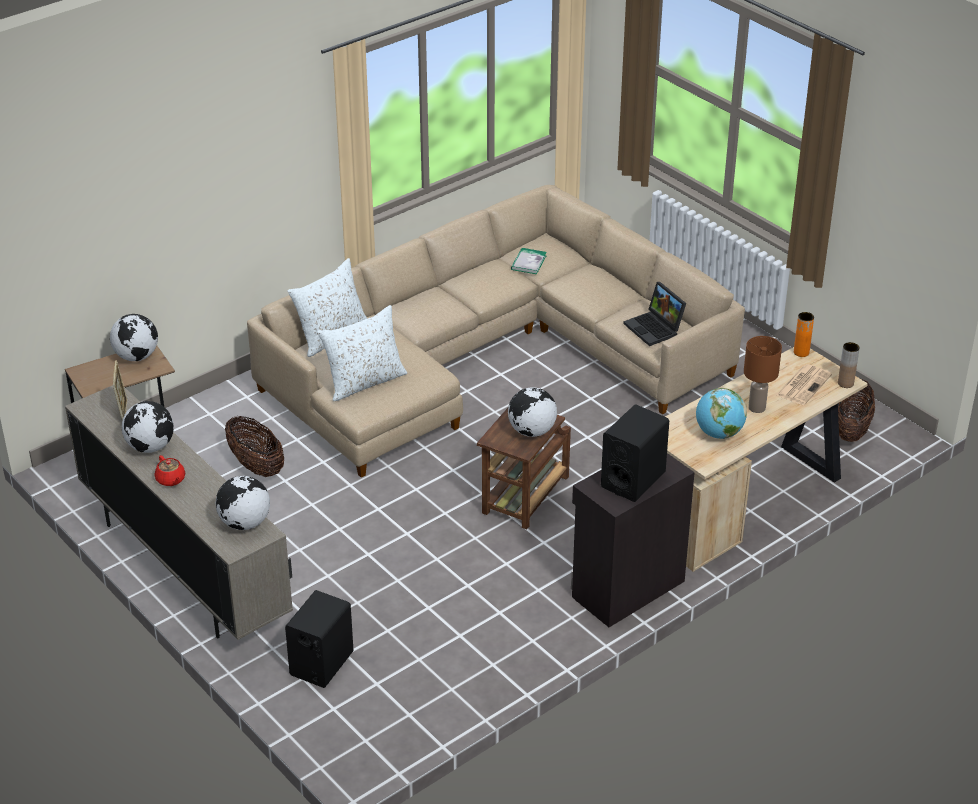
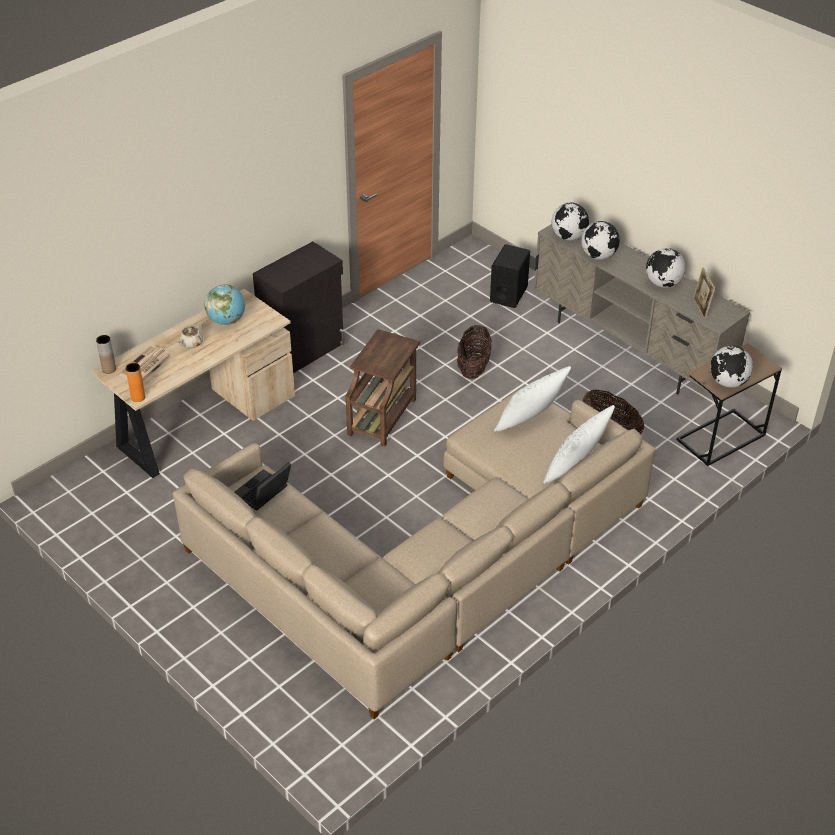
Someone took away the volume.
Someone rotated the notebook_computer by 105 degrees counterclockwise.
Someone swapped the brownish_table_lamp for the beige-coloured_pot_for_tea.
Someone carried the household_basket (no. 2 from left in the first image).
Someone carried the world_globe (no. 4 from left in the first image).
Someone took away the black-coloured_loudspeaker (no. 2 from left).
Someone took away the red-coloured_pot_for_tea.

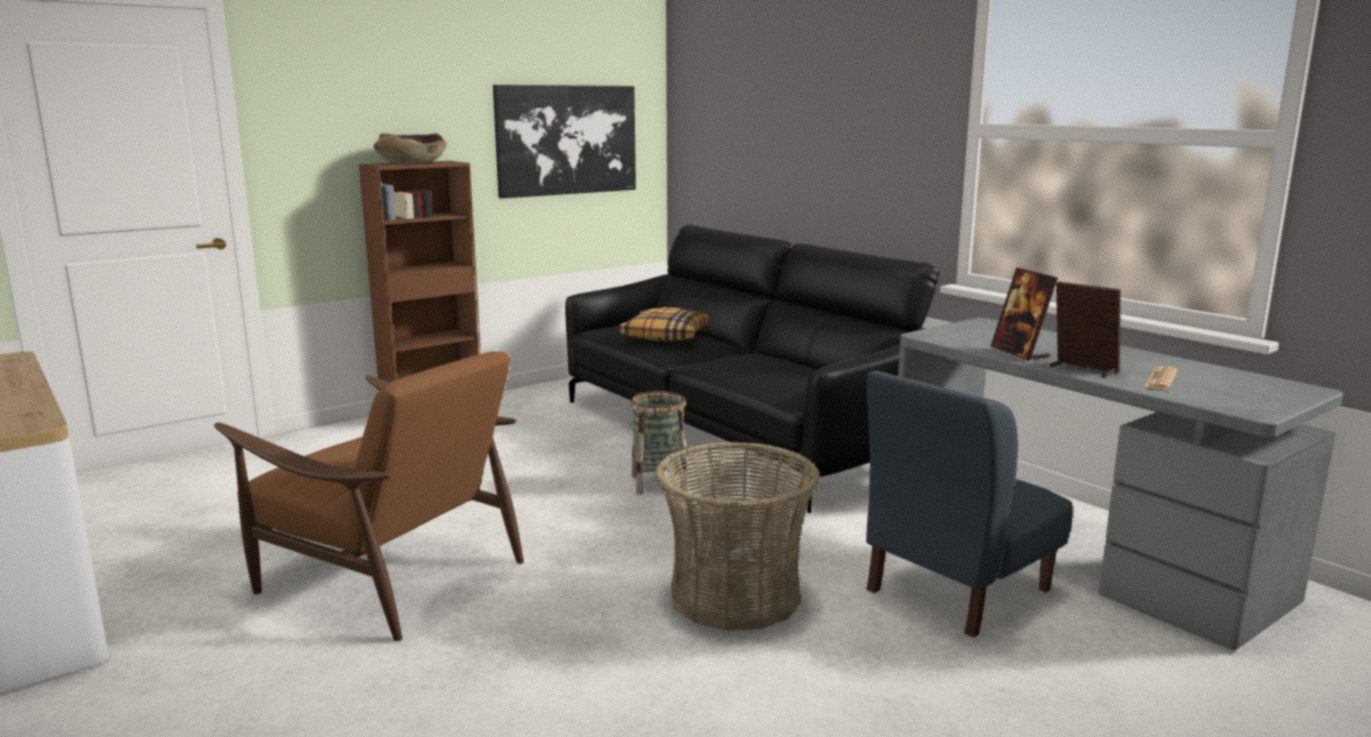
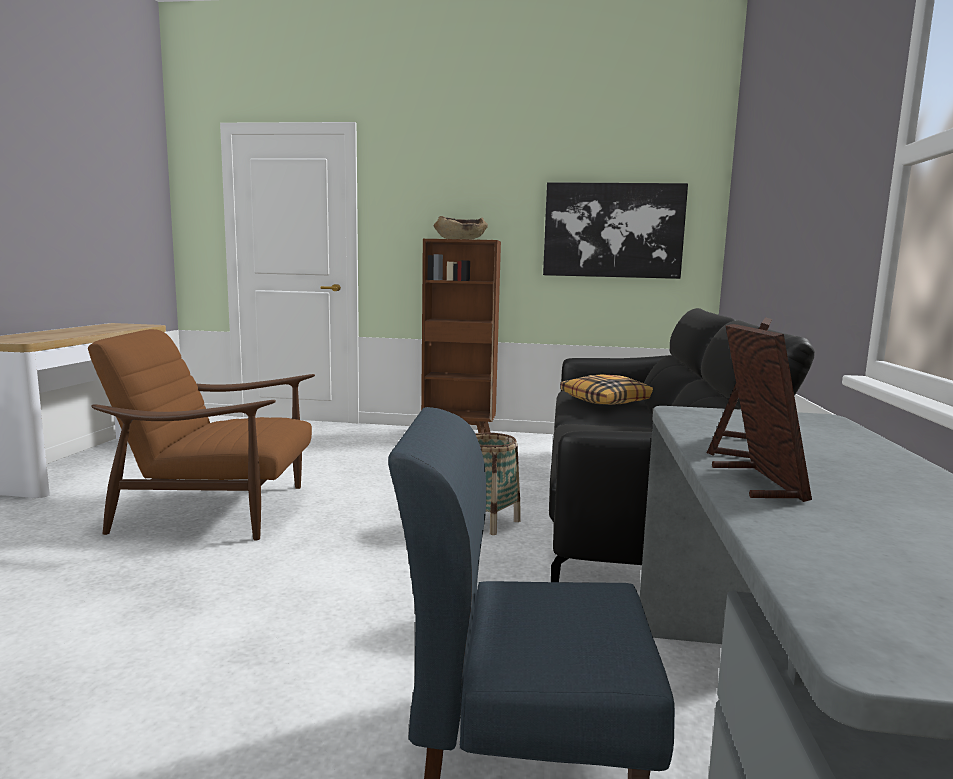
Someone rotated the brownish_easy_chair by 105 degrees clockwise.
Someone took away the printed_paper.
Someone took away the household_basket (no. 2 from left).

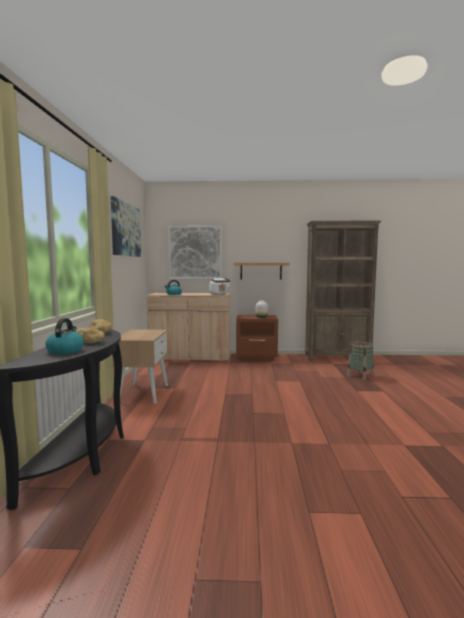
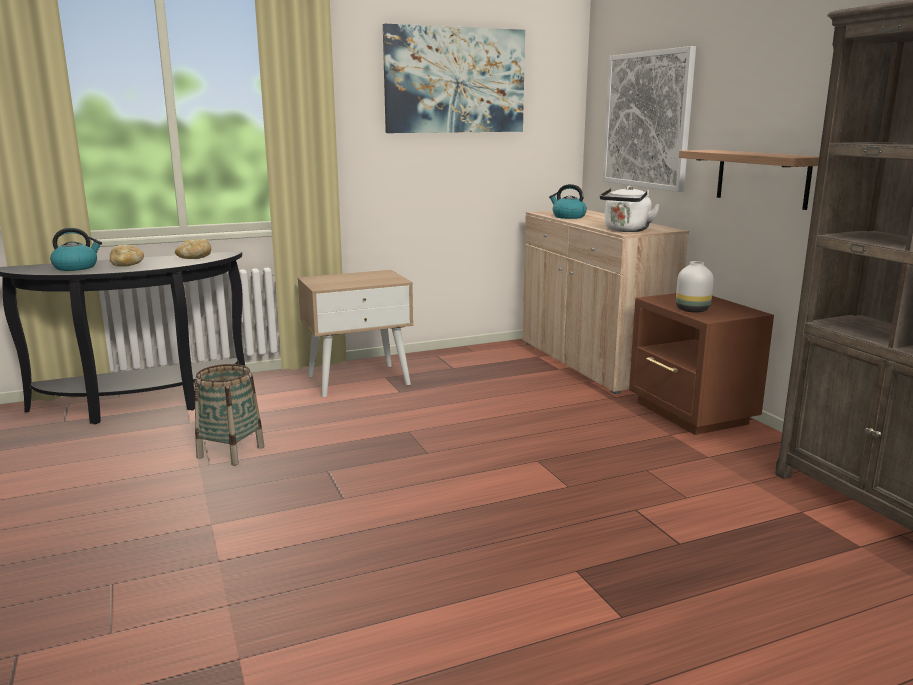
Someone carried the household_basket.

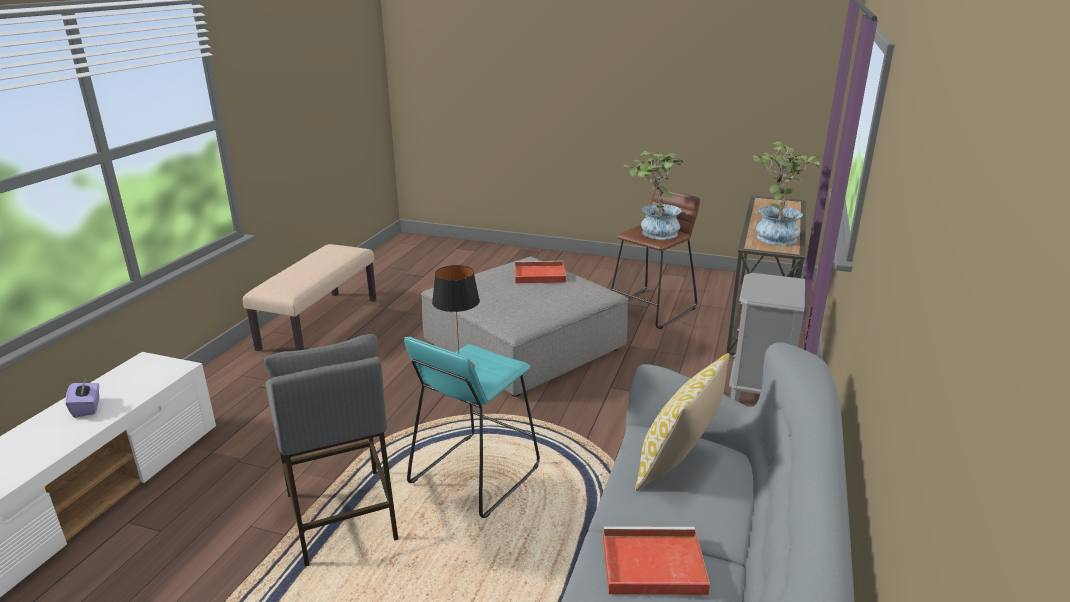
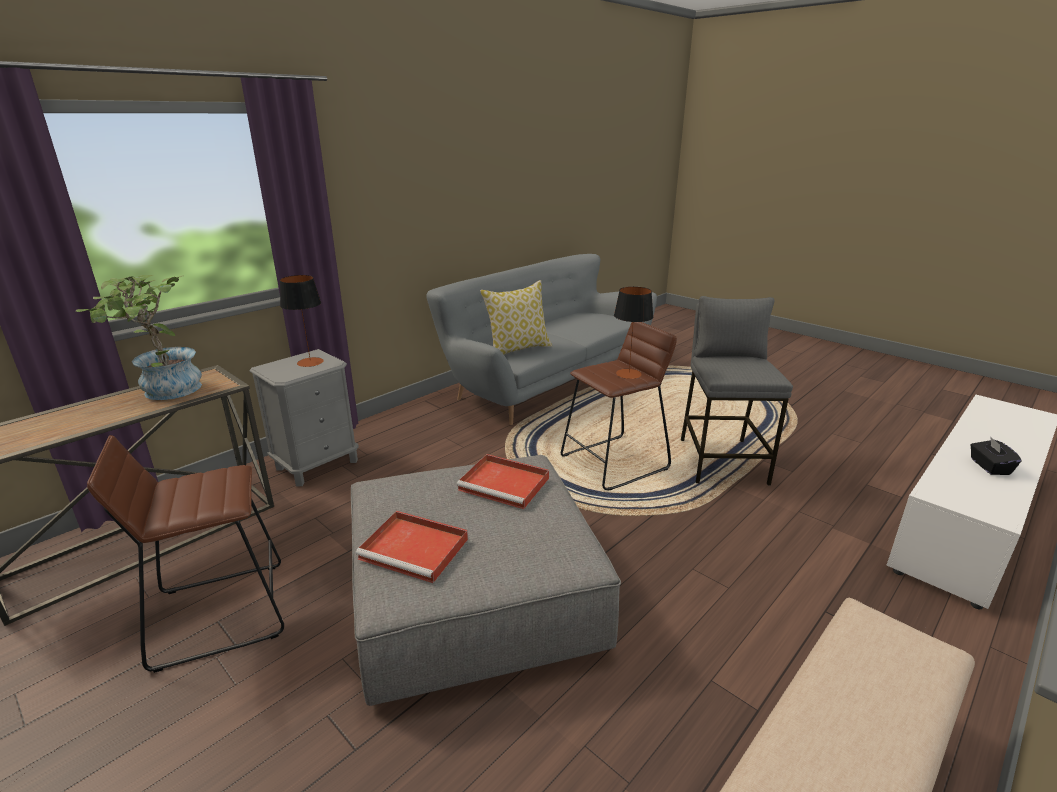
Someone took away the plant_in_a_pot (no. 1 from left).
Someone repainted the turquoise-coloured_stool_seat, which became the brownish_stool_seat (no. 2 from left).
Someone repainted the purple-coloured_tissue_holder, which became the black-coloured_tissue_holder.
Someone carried the red-coloured_carrying_tray (no. 2 from left).
Someone put down the table_lamp (no. 1 from left).

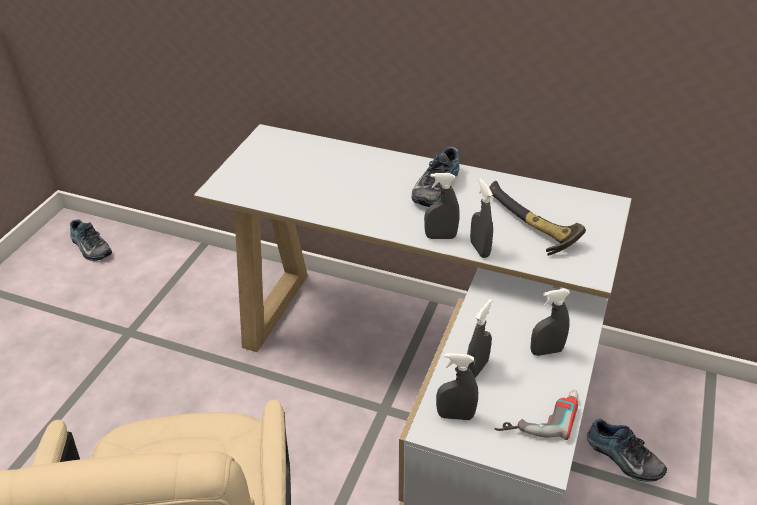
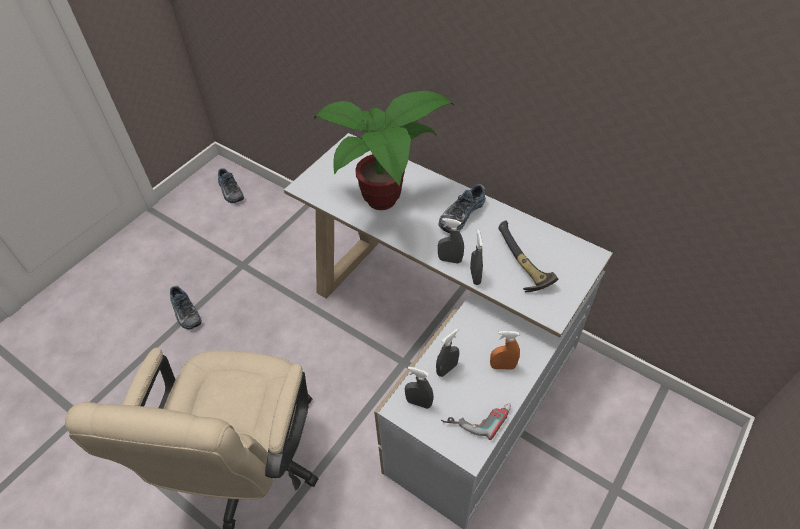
Someone repainted the greyish_hand_sprayer (no. 5 from left), which became the orange-coloured_hand_sprayer.
Someone carried the shoe (no. 3 from left in the first image).
Someone put down the plant_in_a_pot.

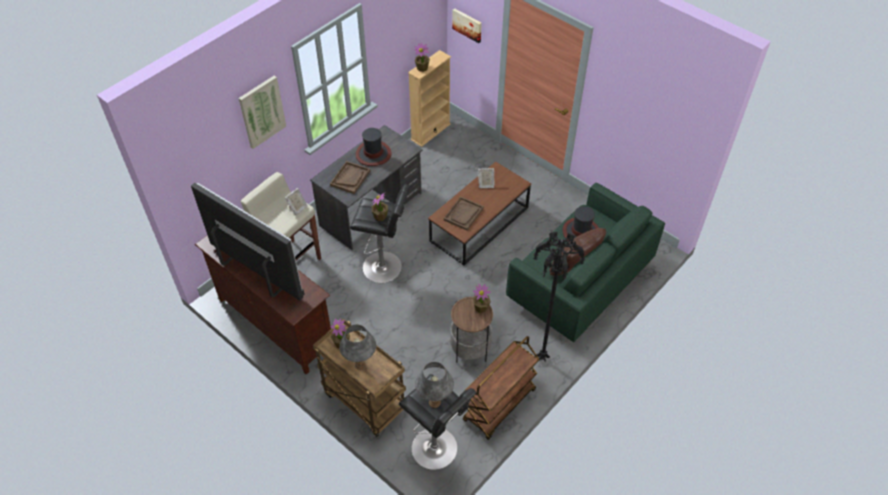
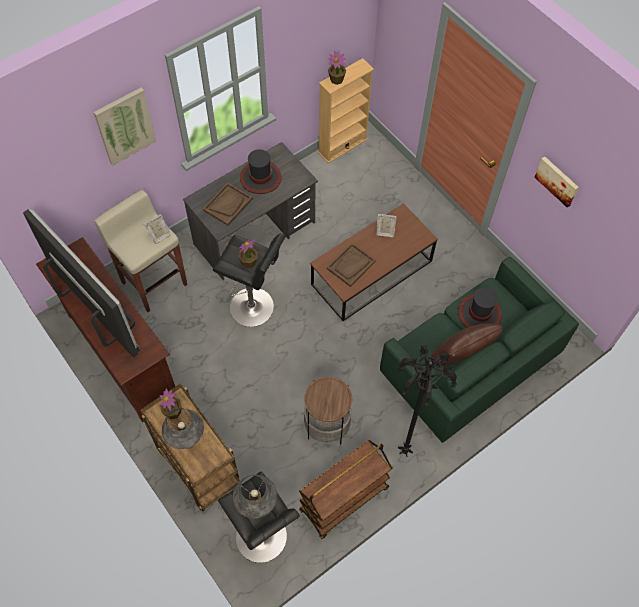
Someone carried the picture (no. 2 from left).
Someone took away the plant_in_a_pot (no. 4 from left).

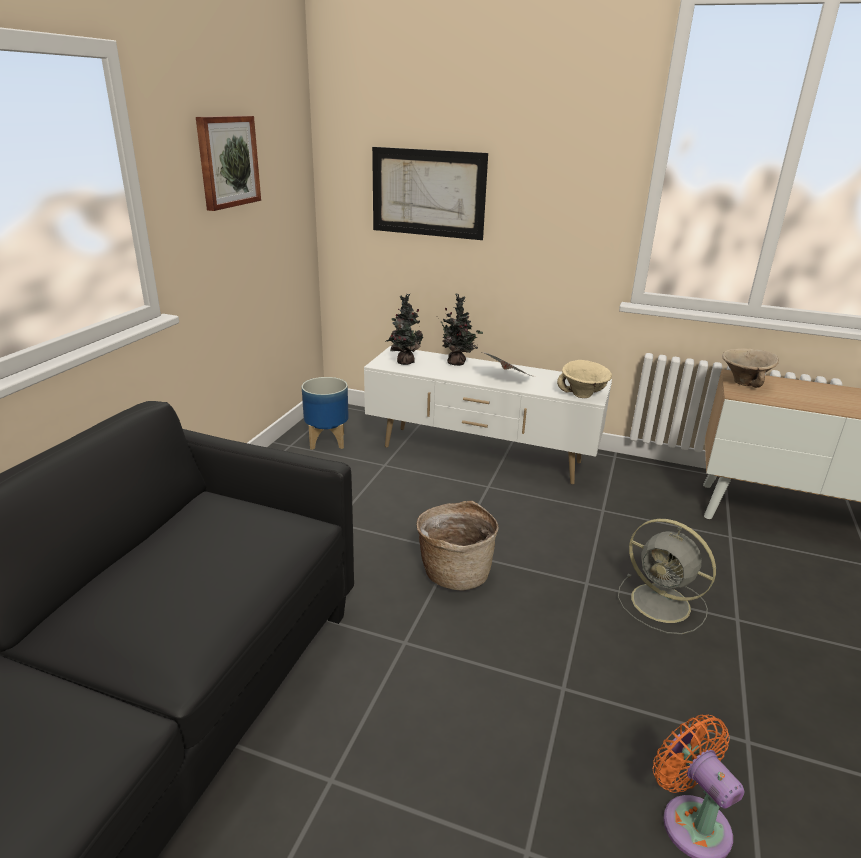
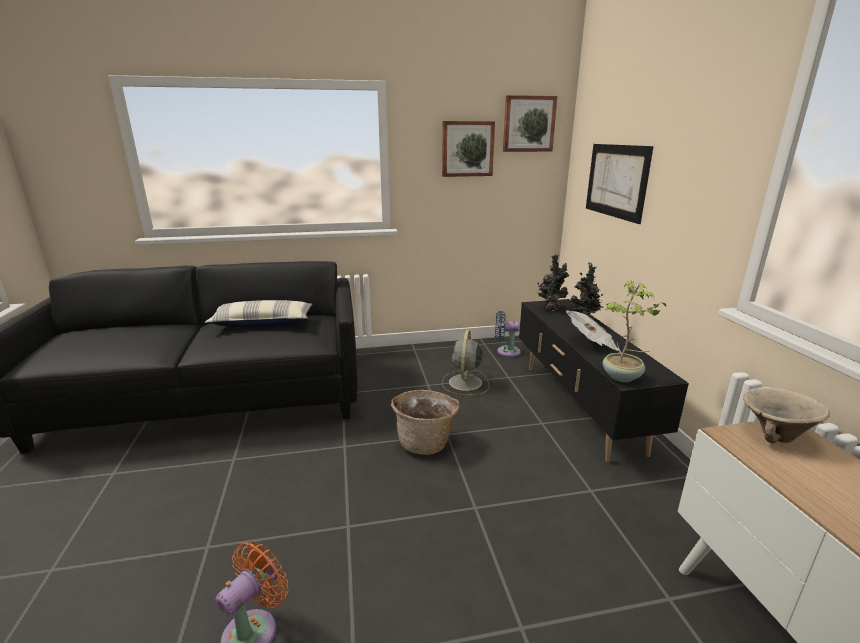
Someone repainted the white_media_console, which became the black-coloured_media_console.
Someone swapped the beige-coloured_bowl (no. 1 from left) for the plant_in_a_pot (no. 3 from left).
Someone swapped the planter for the bluish_fan.
Someone carried the greyish_fan.
Someone put up the picture (no. 2 from left).
Someone put down the throw_pillow.

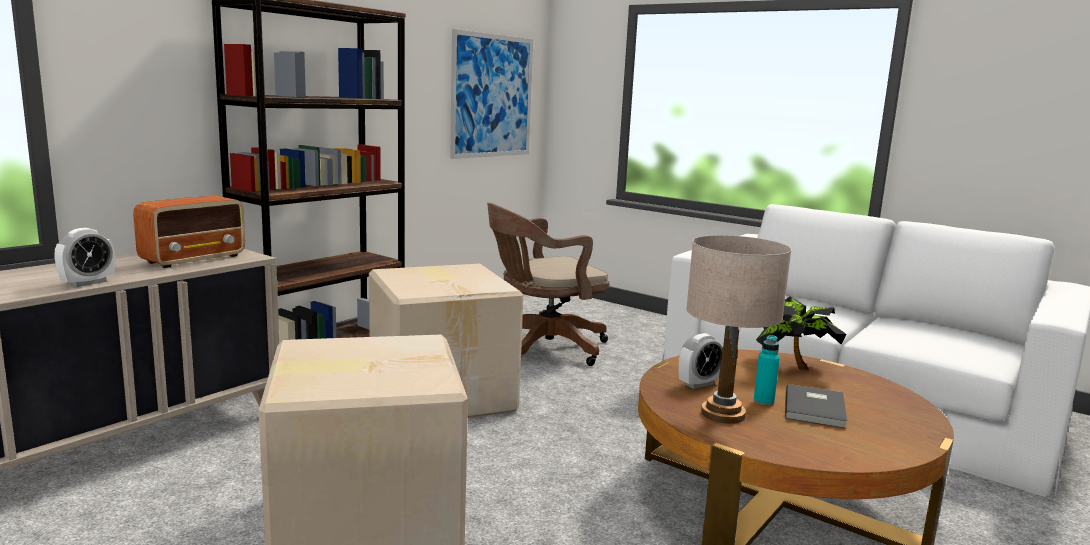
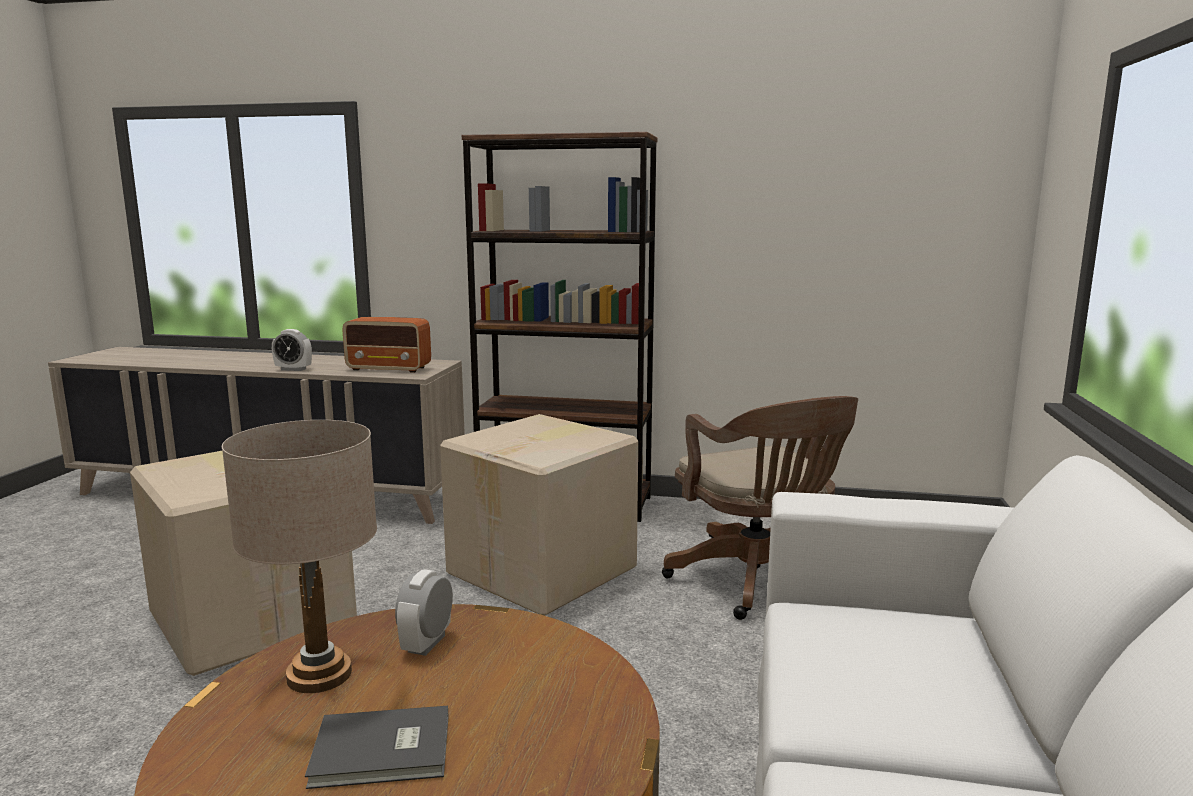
Someone took away the picture.
Someone rotated the brownish_office_chair by 150 degrees counterclockwise.
Someone took away the plant_in_a_pot.
Someone rotated the bedside_clock (no. 2 from left) by 75 degrees clockwise.
Someone took away the turquoise-coloured_beverage_bottle.

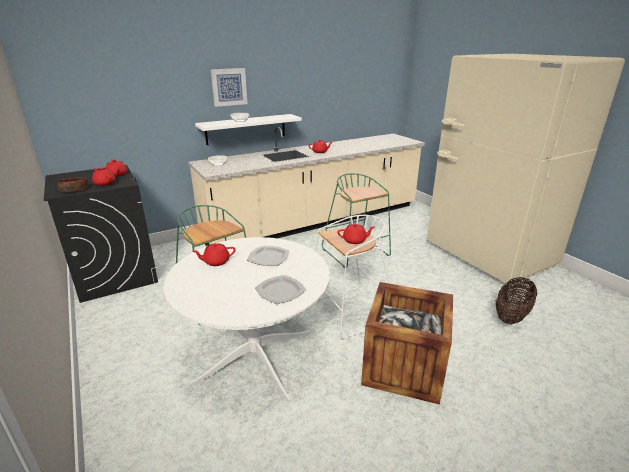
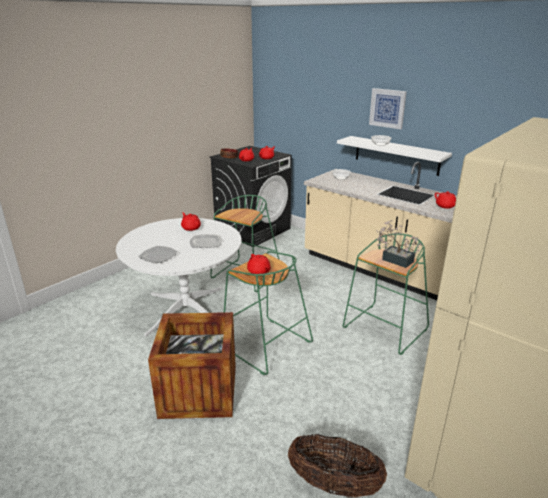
Someone repainted the white_stool_seat, which became the greenish_stool_seat (no. 2 from left).
Someone put down the plant_in_a_pot.

